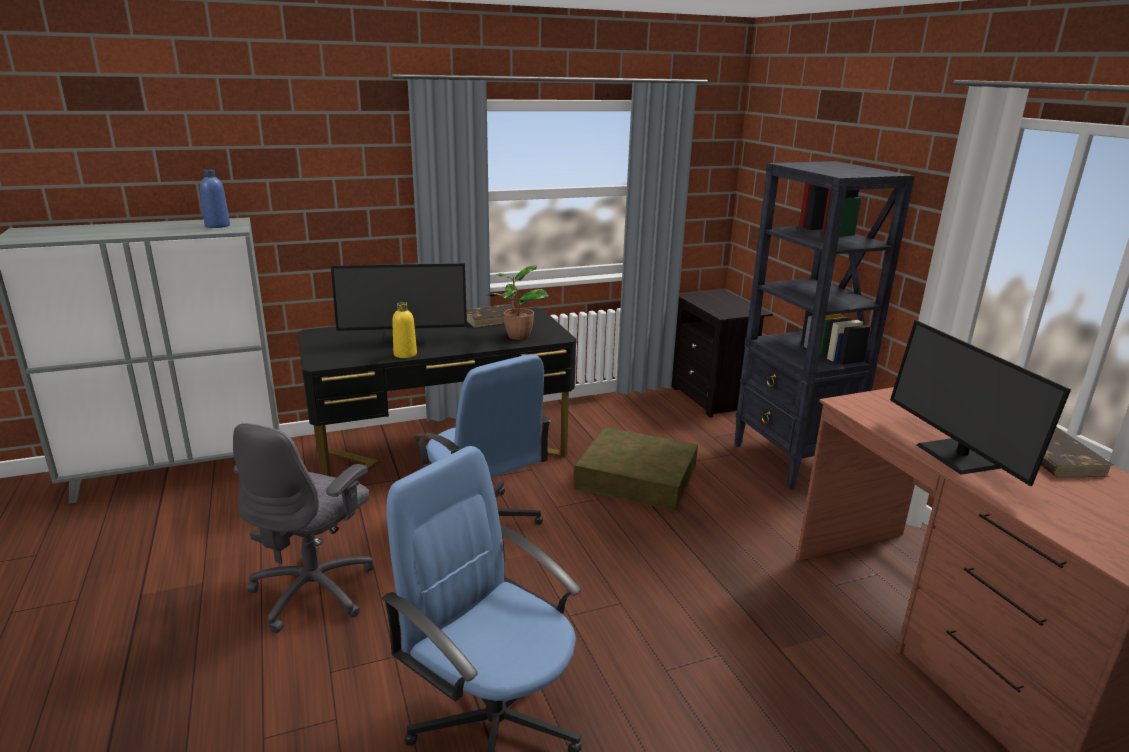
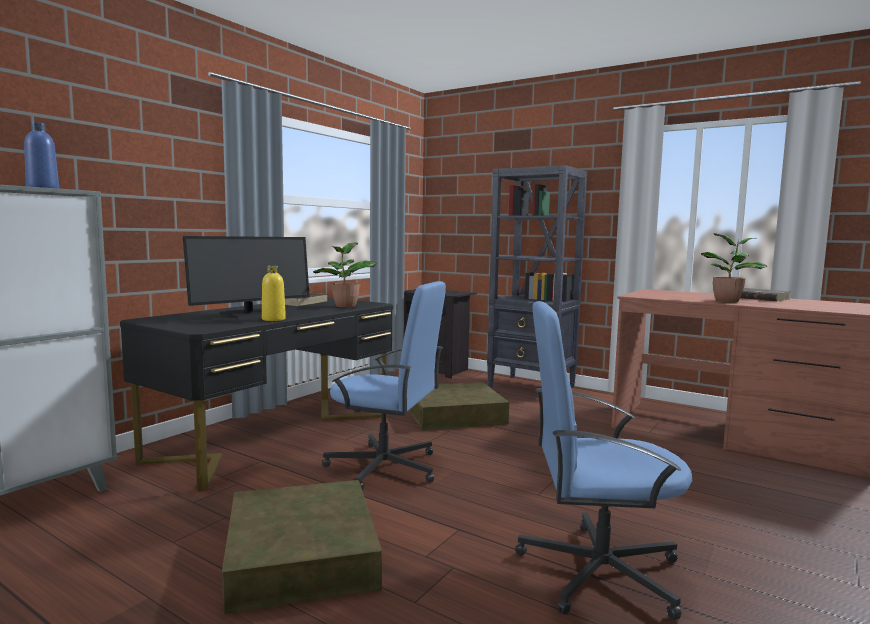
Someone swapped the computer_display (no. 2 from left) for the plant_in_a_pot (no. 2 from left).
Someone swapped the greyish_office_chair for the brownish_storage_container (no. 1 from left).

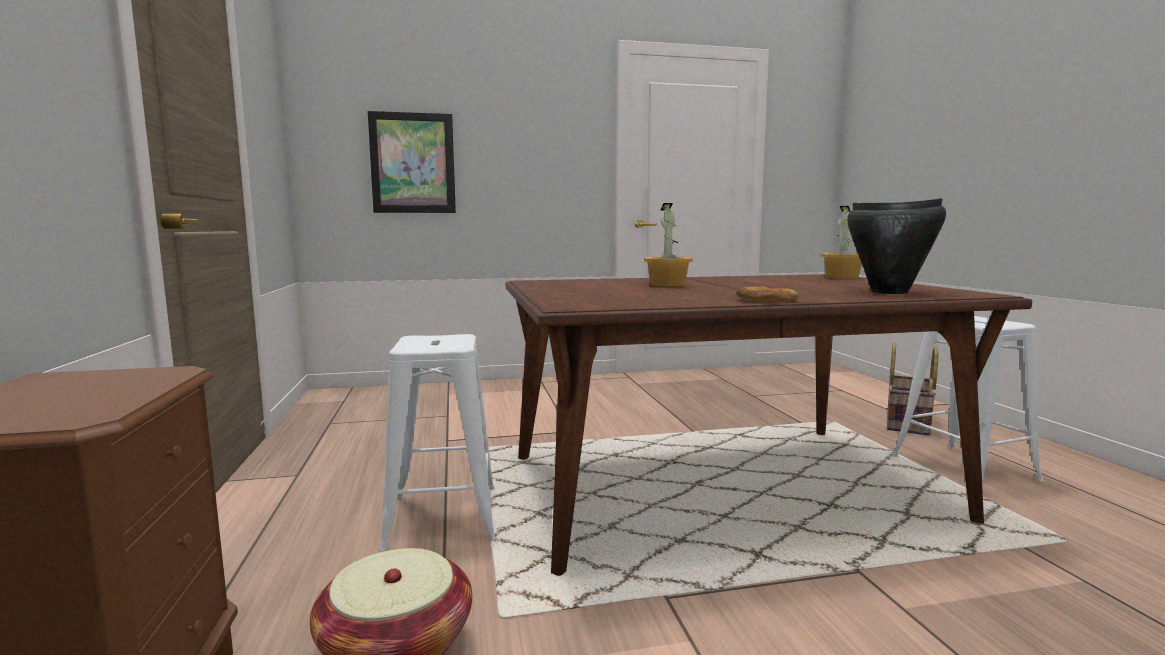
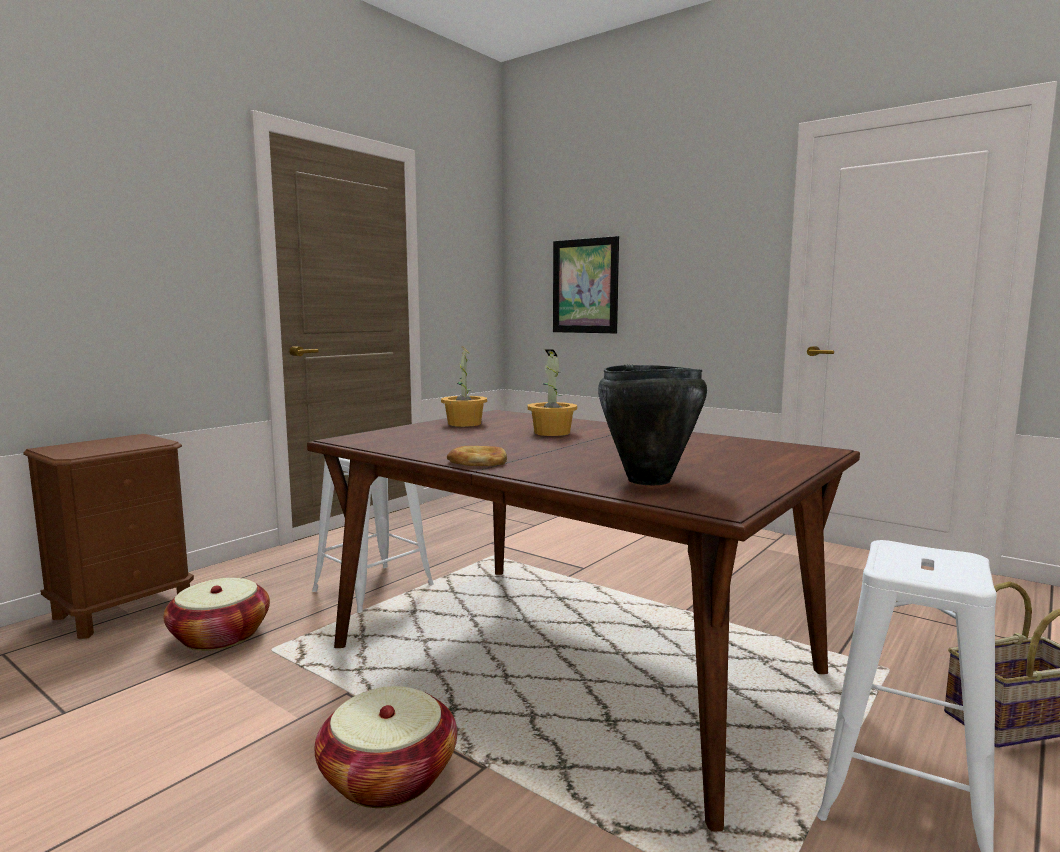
Someone carried the plant_in_a_pot (no. 2 from left in the first image).
Someone put down the household_basket (no. 2 from left).

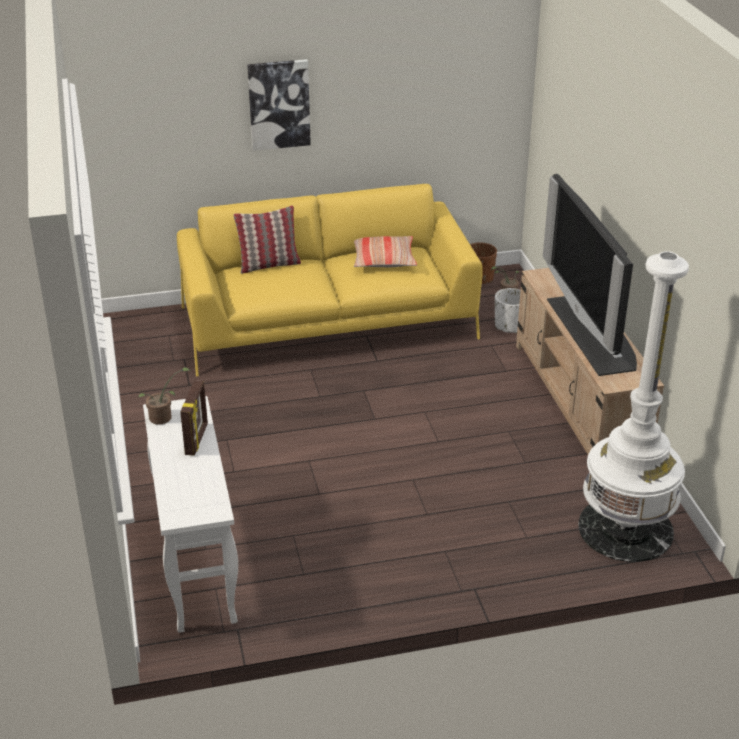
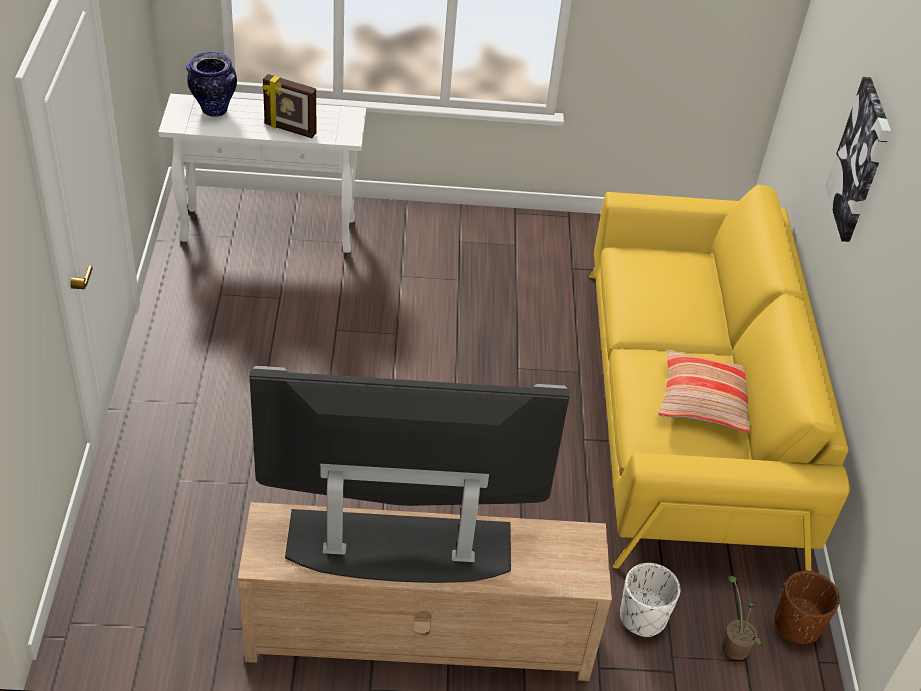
Someone took away the throw_pillow (no. 1 from left).
Someone took away the white_floor_lamp.
Someone took away the plant_in_a_pot (no. 1 from left).
Someone put down the decorative_vase.

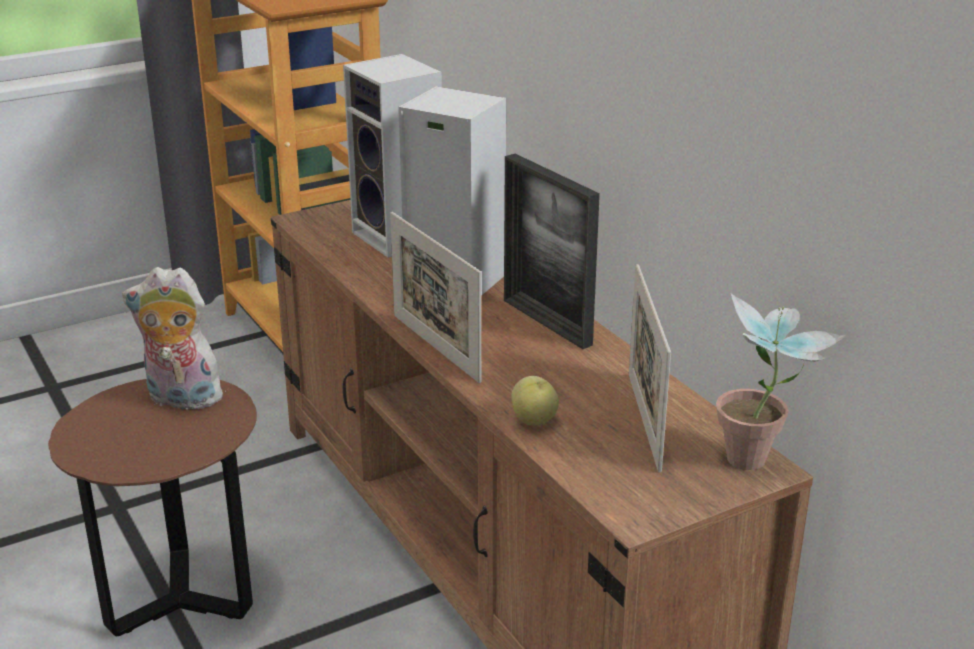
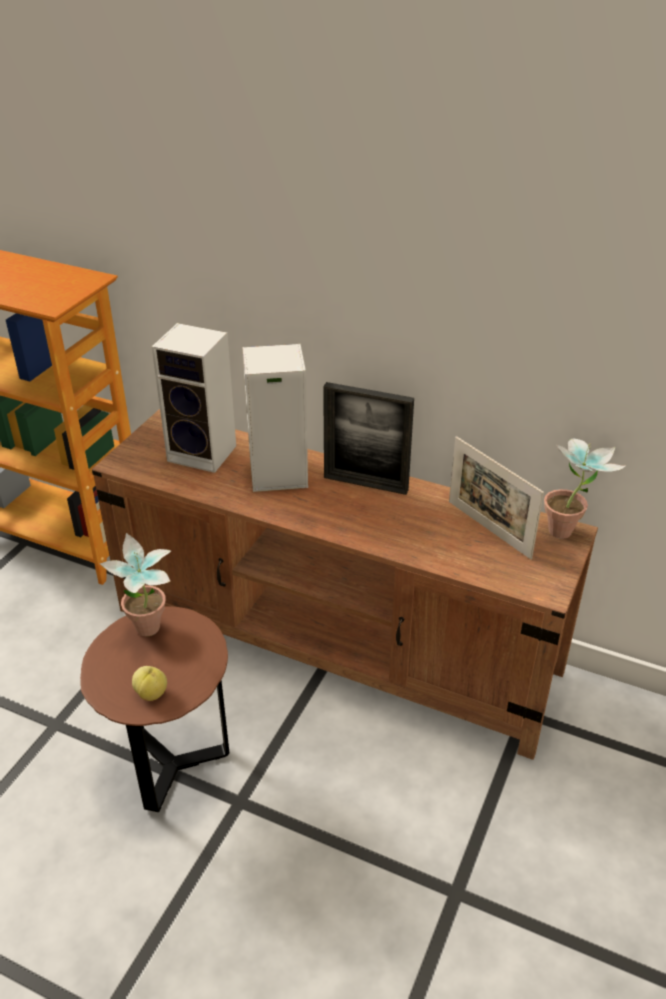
Someone took away the picture_frame (no. 1 from left).
Someone swapped the plush_toy for the plant_in_a_pot (no. 1 from left).
Someone carried the apple.

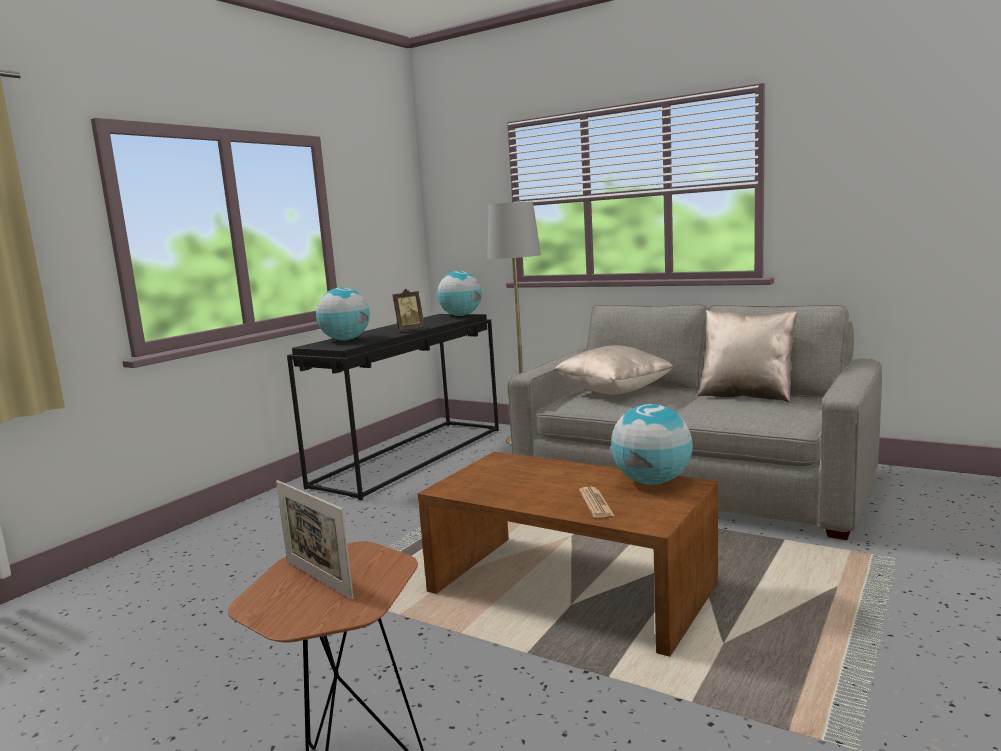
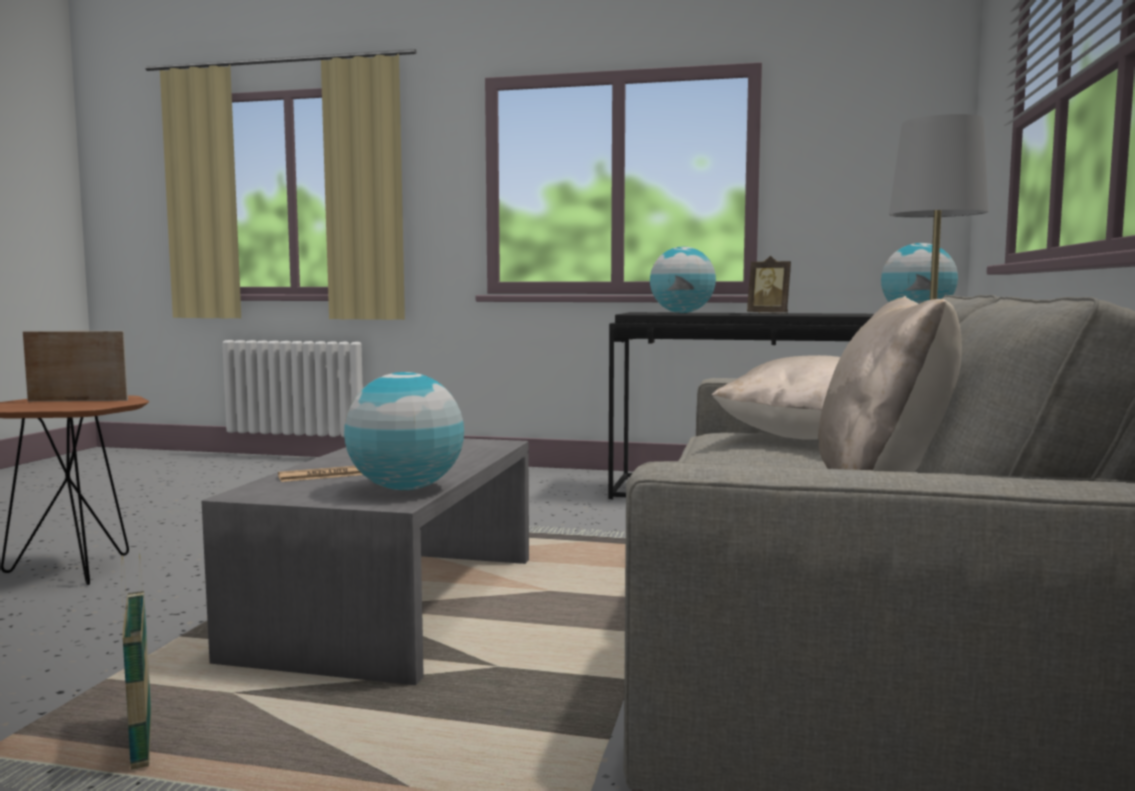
Someone repainted the brownish_coffee_table, which became the greyish_coffee_table.
Someone rotated the picture_frame (no. 1 from left) by 60 degrees clockwise.
Someone put down the household_basket.

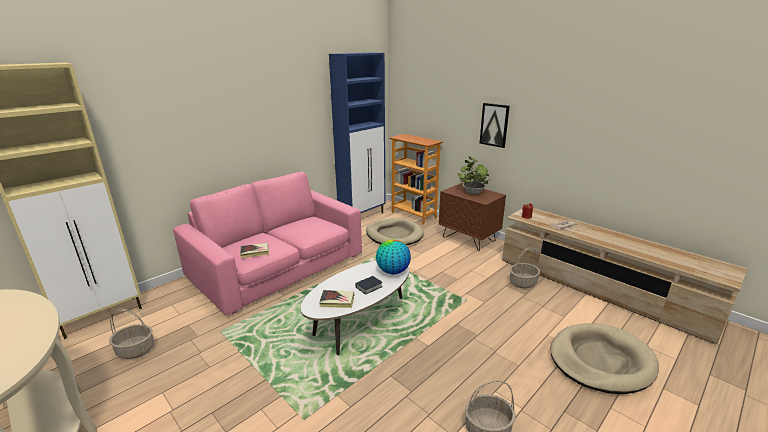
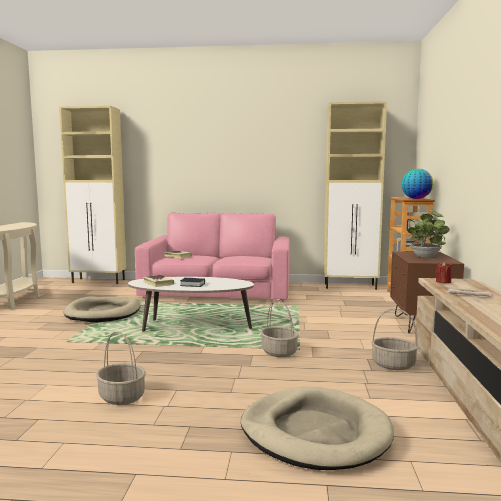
Someone repainted the bluish_cabinet, which became the beige-coloured_cabinet (no. 2 from left).
Someone took away the picture.
Someone carried the beige-coloured_dog_bed (no. 1 from left).
Someone carried the world_globe.
Someone carried the household_basket (no. 1 from left in the first image).

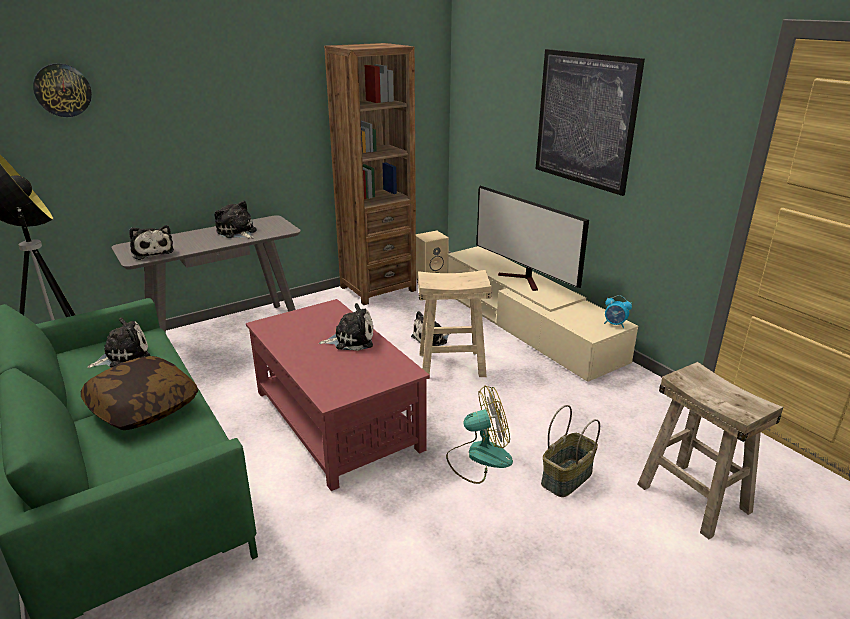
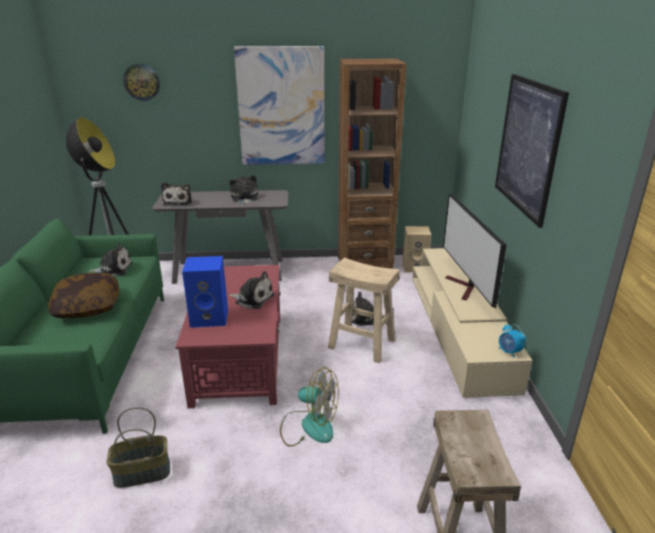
Someone carried the household_basket.
Someone put up the picture (no. 1 from left).
Someone put down the bluish_loudspeaker.

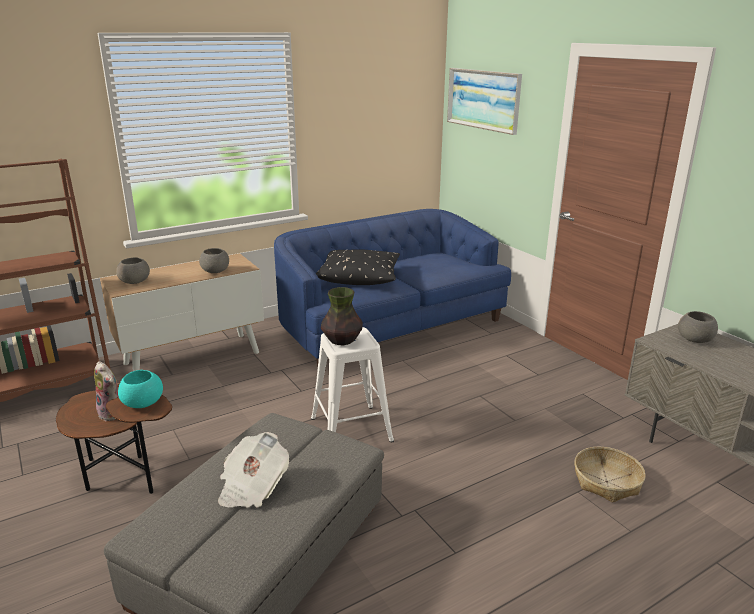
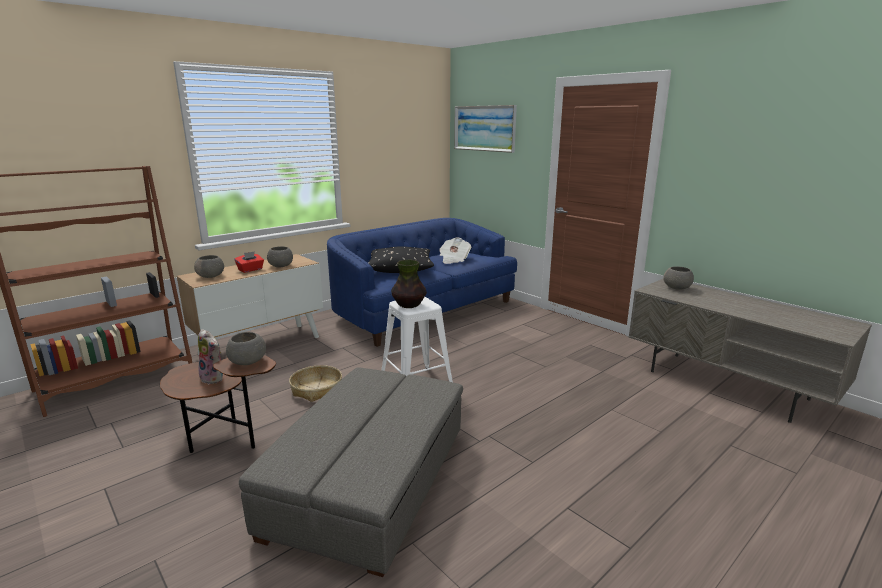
Someone repainted the turquoise-coloured_bowl, which became the greyish_bowl (no. 2 from left).
Someone carried the printed_paper.
Someone carried the household_basket.
Someone put down the red-coloured_tissue_holder.

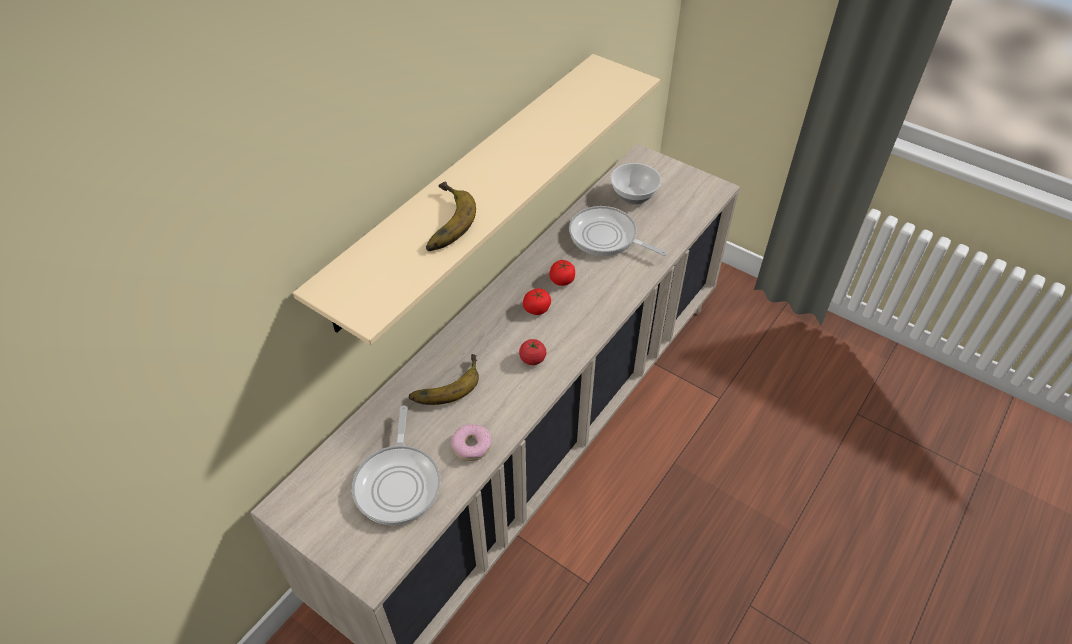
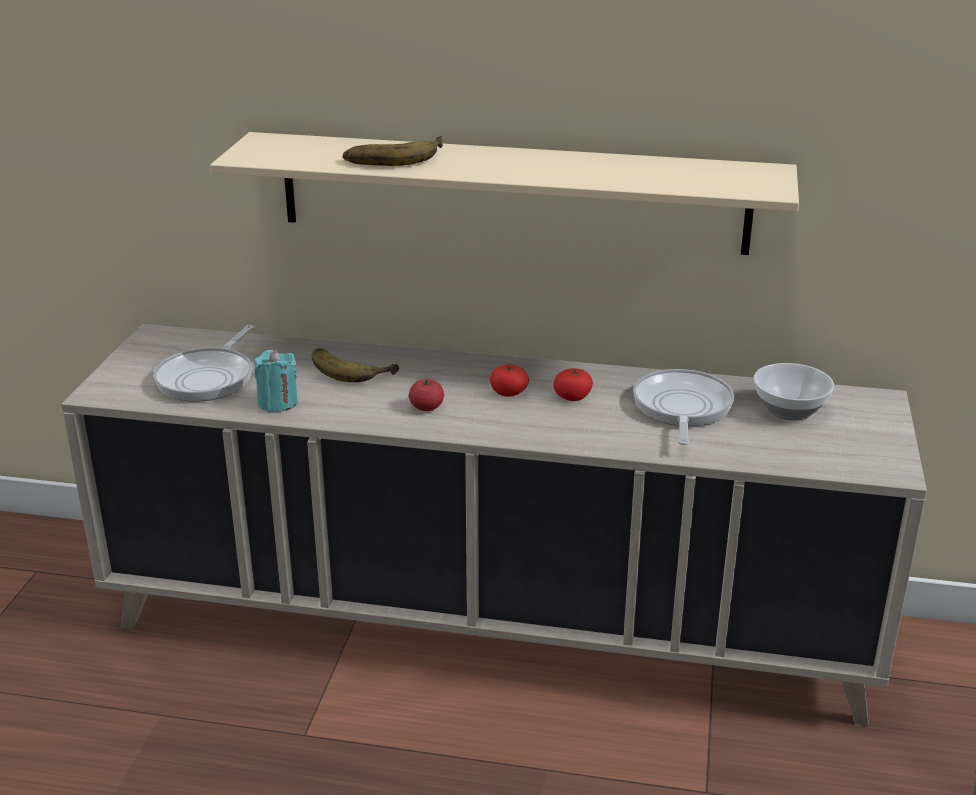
Someone rotated the frying_pan (no. 1 from left) by 45 degrees counterclockwise.
Someone swapped the donut for the turquoise-coloured_wax_light.

